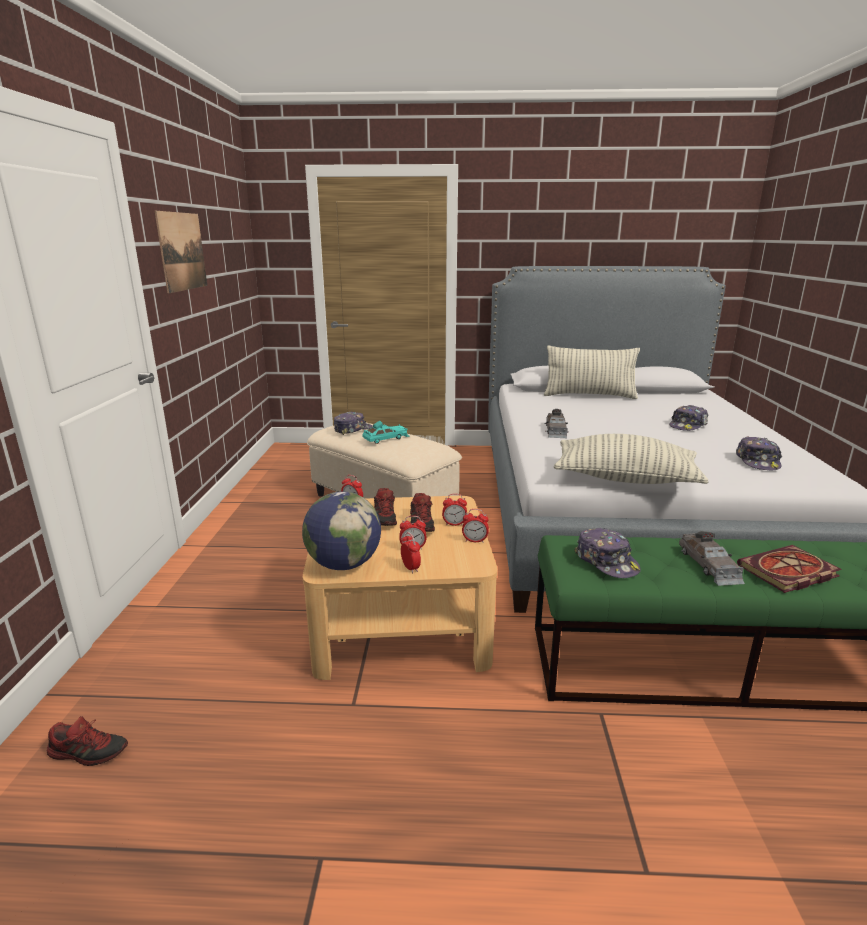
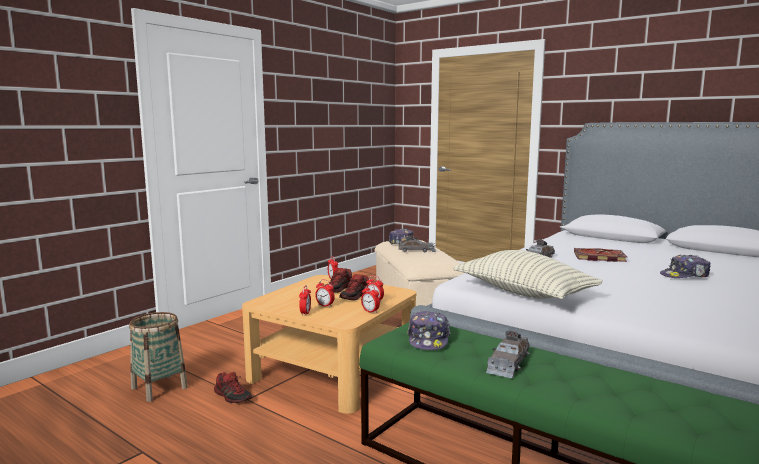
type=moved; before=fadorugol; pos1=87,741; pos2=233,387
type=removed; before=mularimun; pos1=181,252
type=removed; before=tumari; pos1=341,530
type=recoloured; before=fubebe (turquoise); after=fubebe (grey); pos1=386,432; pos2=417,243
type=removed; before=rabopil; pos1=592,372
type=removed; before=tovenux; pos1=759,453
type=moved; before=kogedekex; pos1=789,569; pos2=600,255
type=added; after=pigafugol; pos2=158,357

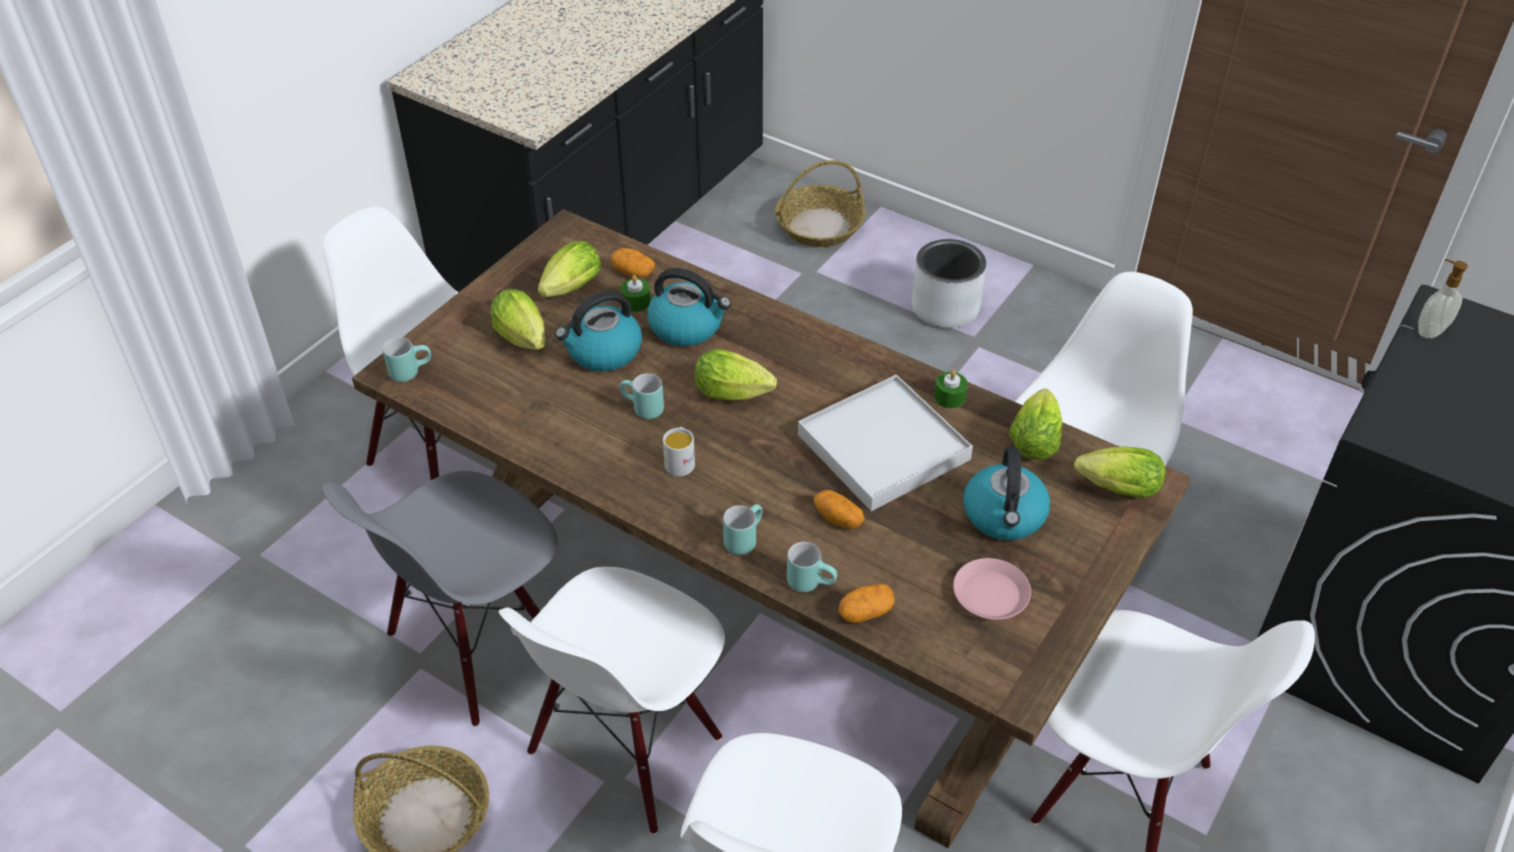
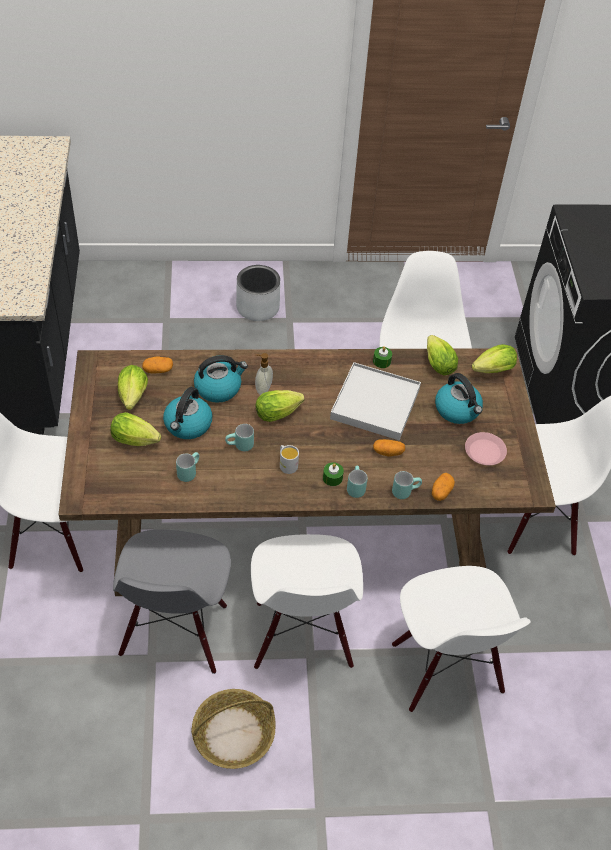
type=moved; before=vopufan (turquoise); pos1=407,359; pos2=187,467
type=moved; before=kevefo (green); pos1=636,293; pos2=333,474
type=removed; before=pigafugol; pos1=820,203
type=moved; before=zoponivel; pos1=1443,299; pos2=264,374

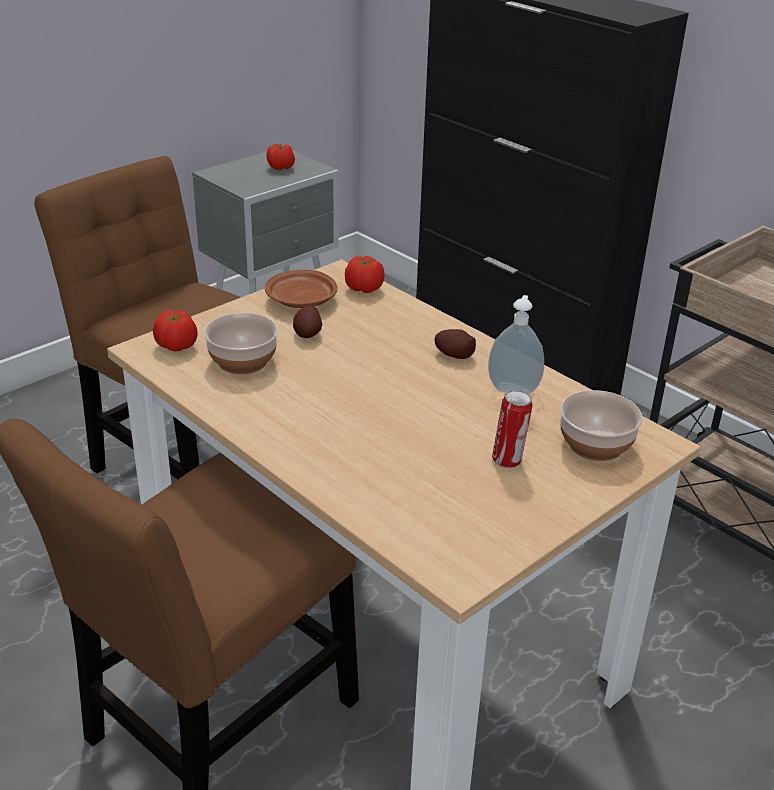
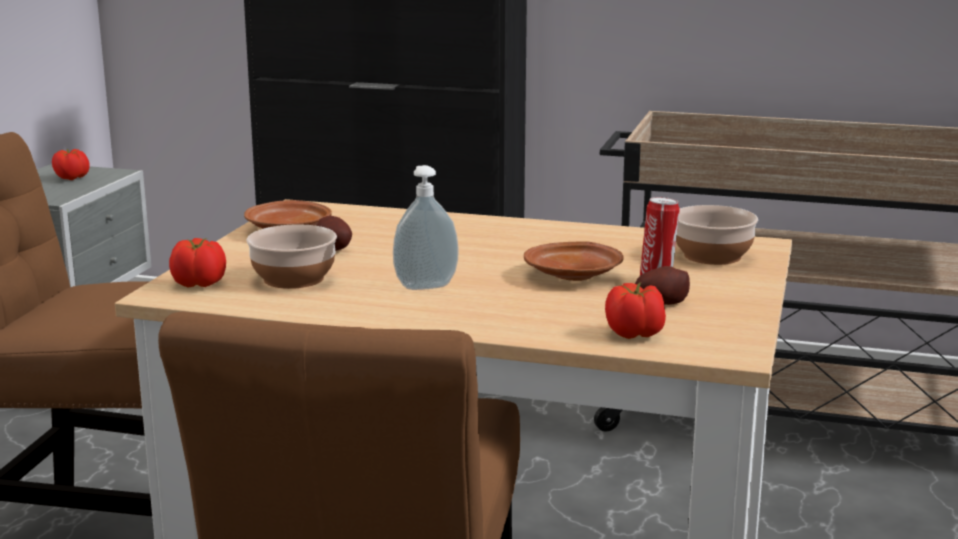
type=moved; before=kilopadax; pos1=365,274; pos2=635,311
type=moved; before=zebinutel; pos1=455,344; pos2=662,285
type=moved; before=zoponivel; pos1=516,344; pos2=426,227
type=added; after=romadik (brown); pos2=574,261

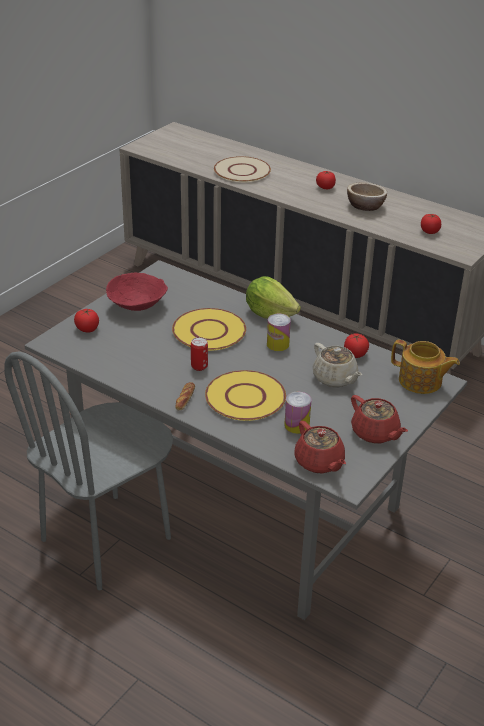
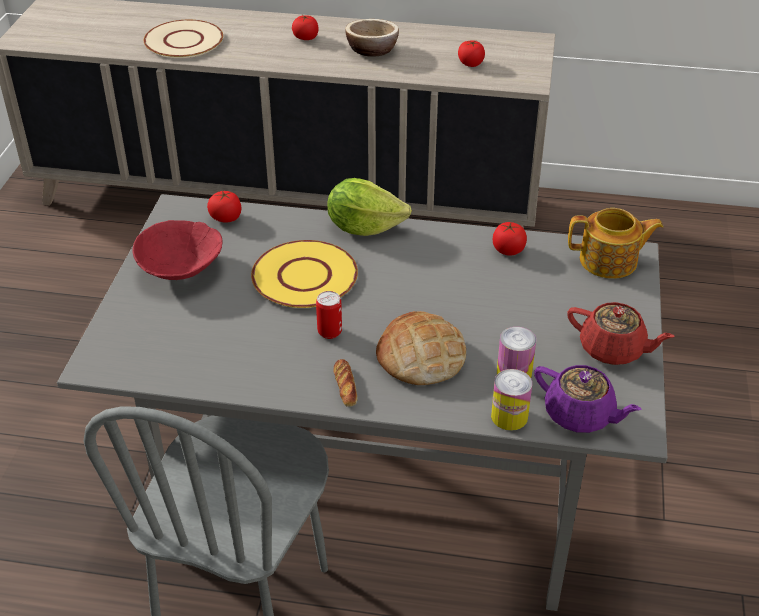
type=moved; before=kilopadax; pos1=86,320; pos2=224,207
type=replaced; before=romadik (yellow); after=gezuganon; pos1=245,395; pos2=421,348
type=moved; before=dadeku; pos1=279,332; pos2=511,400
type=recoloured; before=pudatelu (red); after=pudatelu (purple); pos1=320,447; pos2=588,399
type=removed; before=pudatelu (beige); pos1=337,365

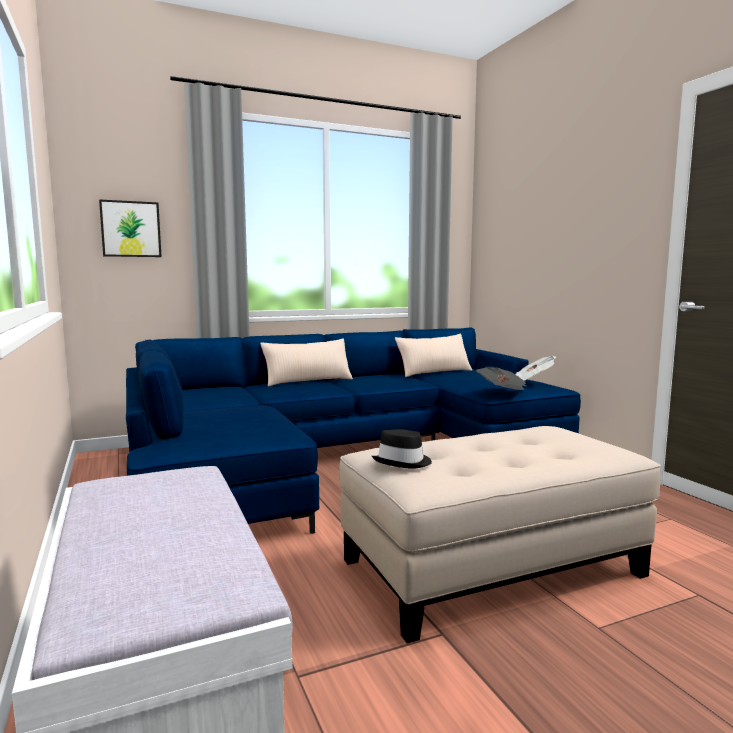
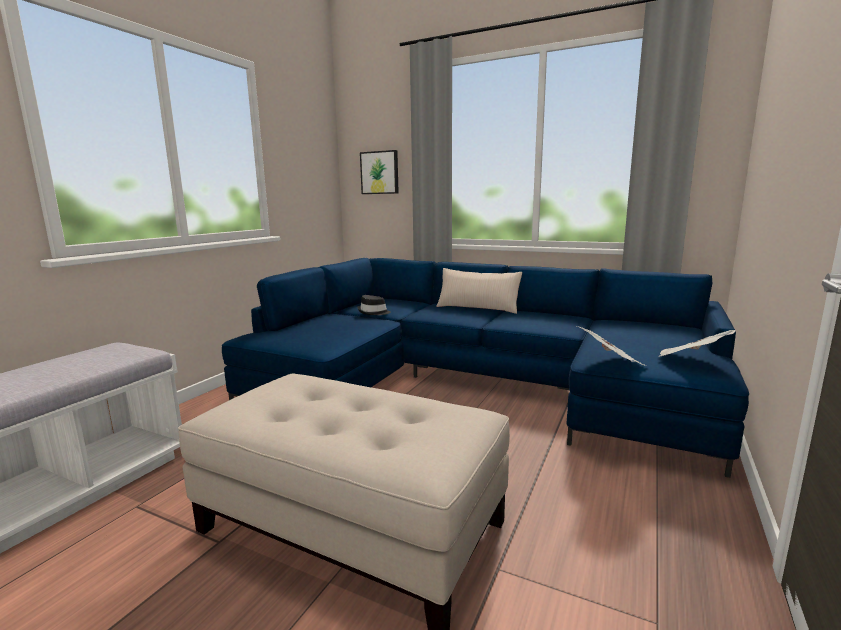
type=moved; before=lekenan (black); pos1=402,449; pos2=374,305
type=removed; before=rabopil (beige); pos1=433,355

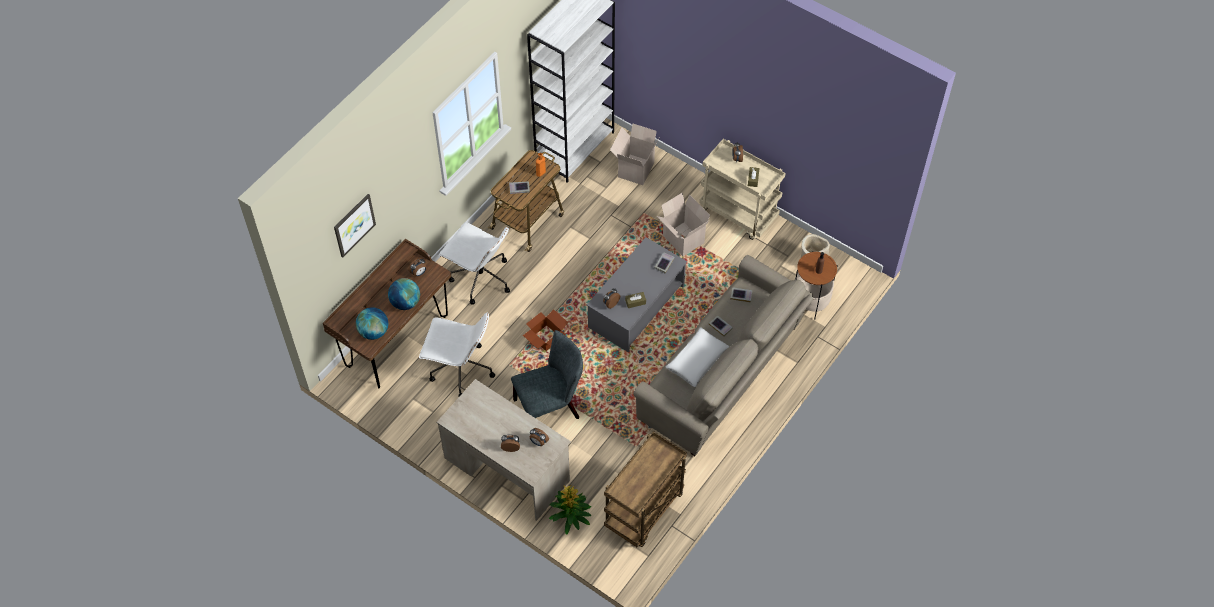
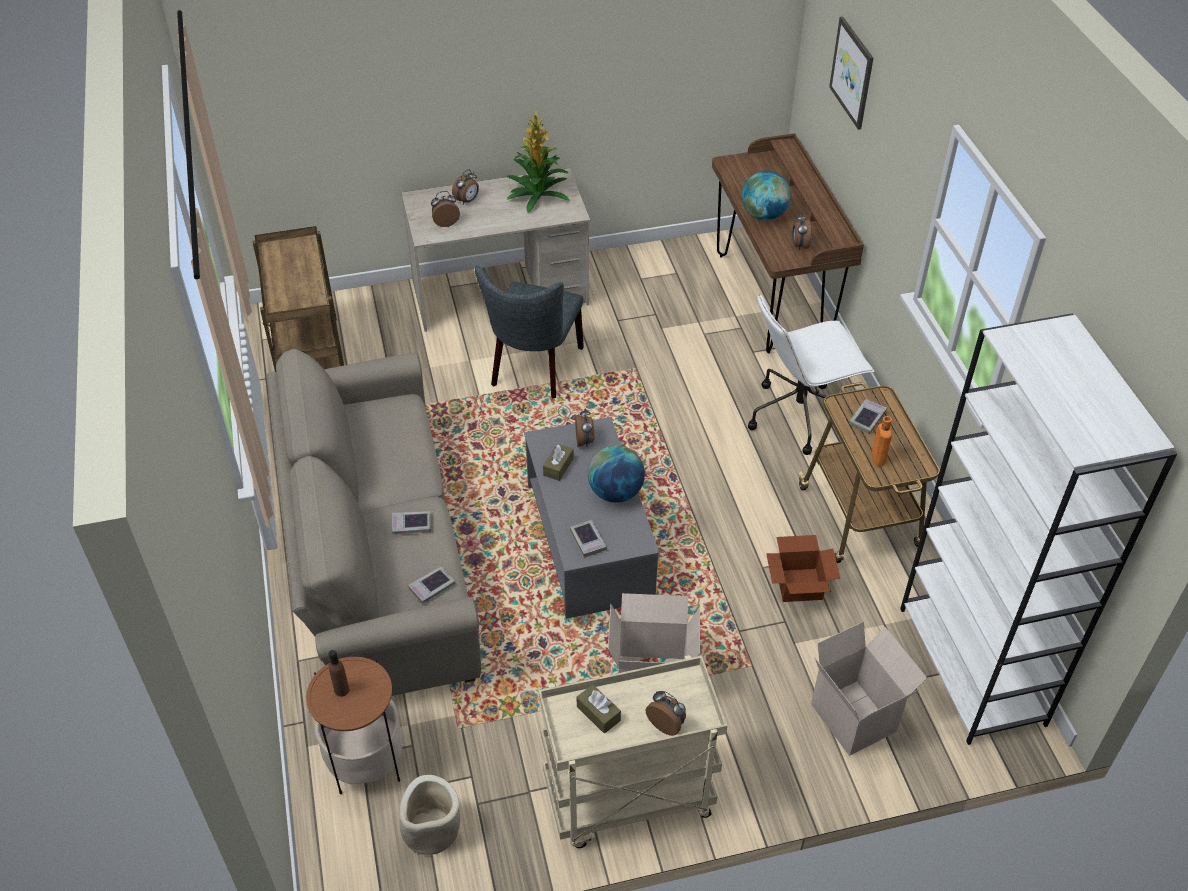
type=moved; before=tumari; pos1=372,323; pos2=616,474
type=removed; before=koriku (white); pos1=457,354
type=moved; before=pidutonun; pos1=545,330; pos2=803,568
type=moved; before=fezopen; pos1=570,510; pos2=538,161
type=removed; before=rabopil (white); pos1=697,357

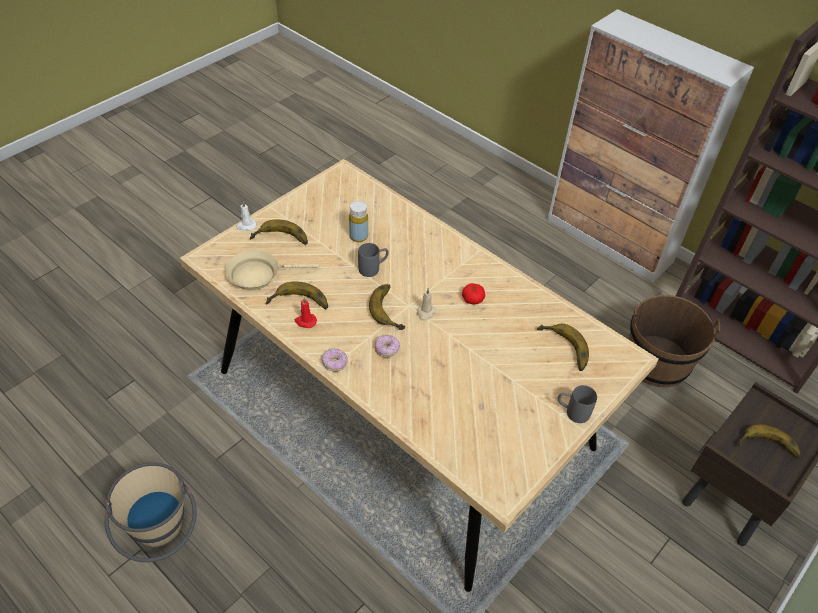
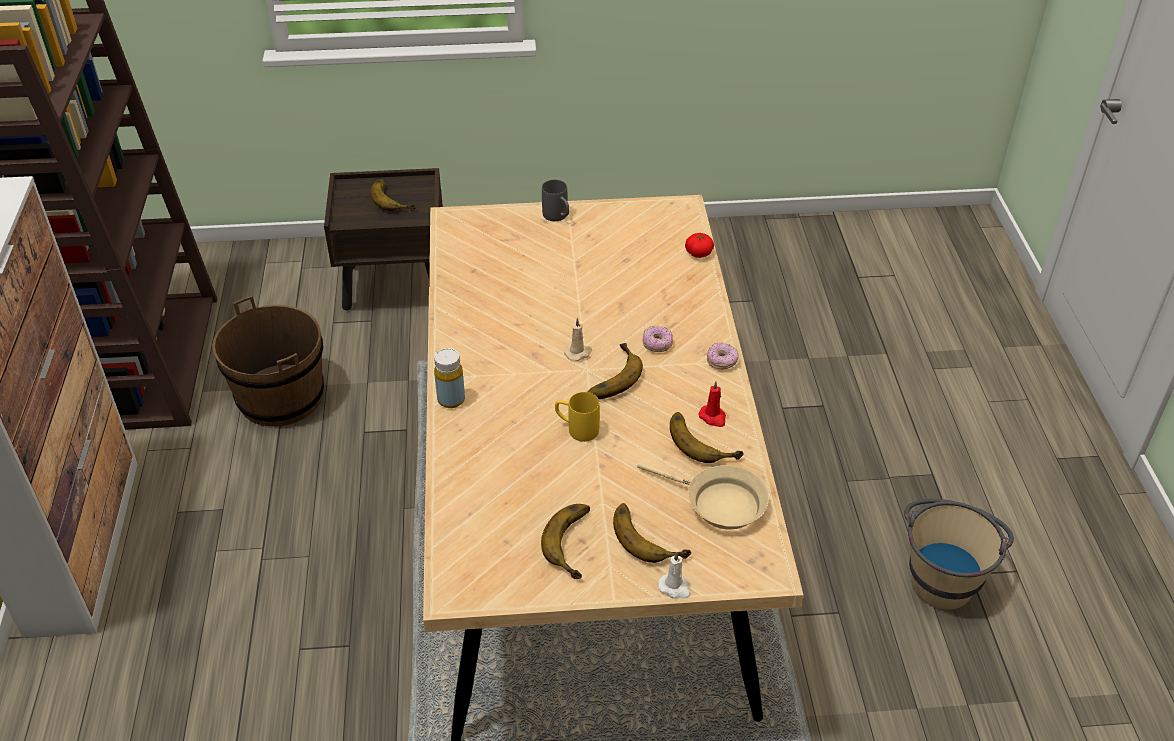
type=moved; before=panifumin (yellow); pos1=358,221; pos2=449,378
type=recoloured; before=vopufan (grey); after=vopufan (yellow); pos1=373,260; pos2=577,417
type=moved; before=kilopadax; pos1=473,294; pos2=699,245
type=moved; before=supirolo; pos1=563,347; pos2=565,541

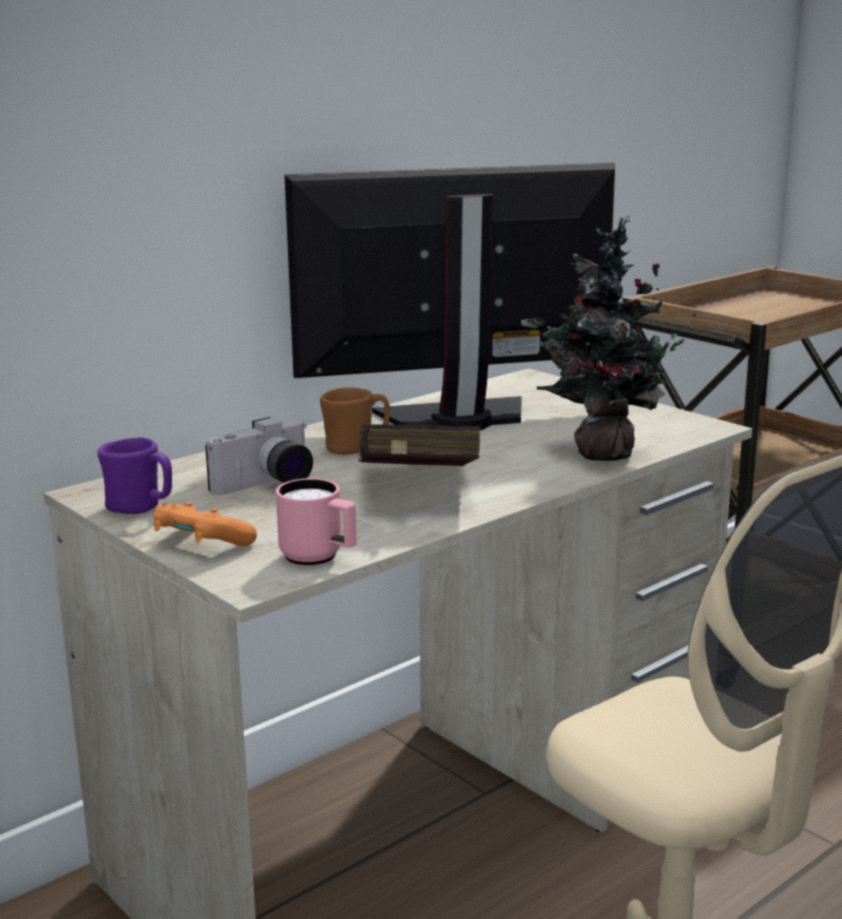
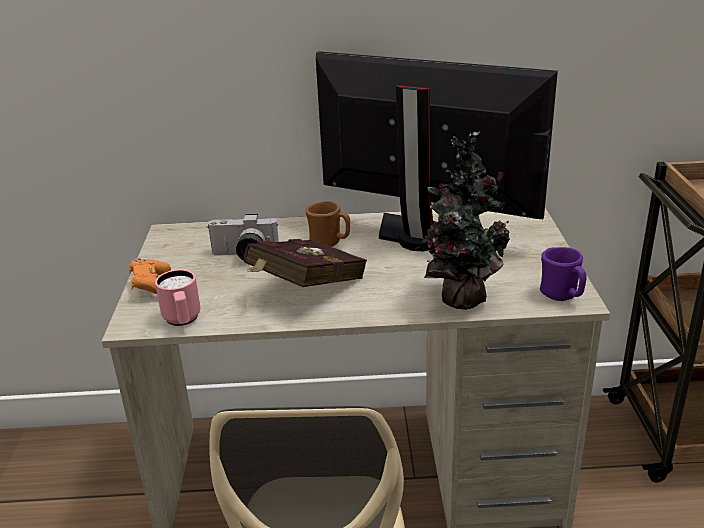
type=moved; before=vopufan (purple); pos1=134,476; pos2=563,274

